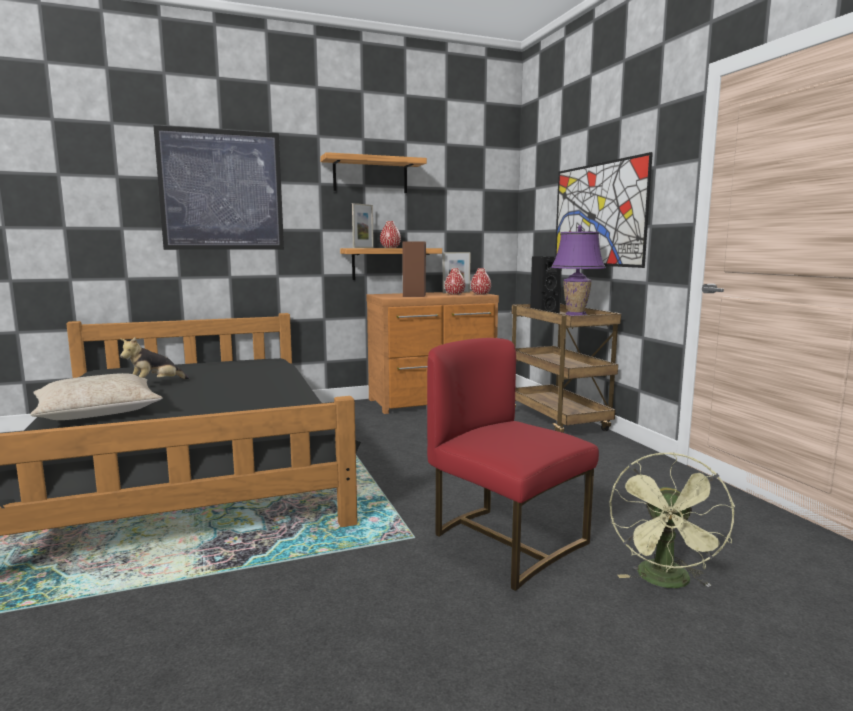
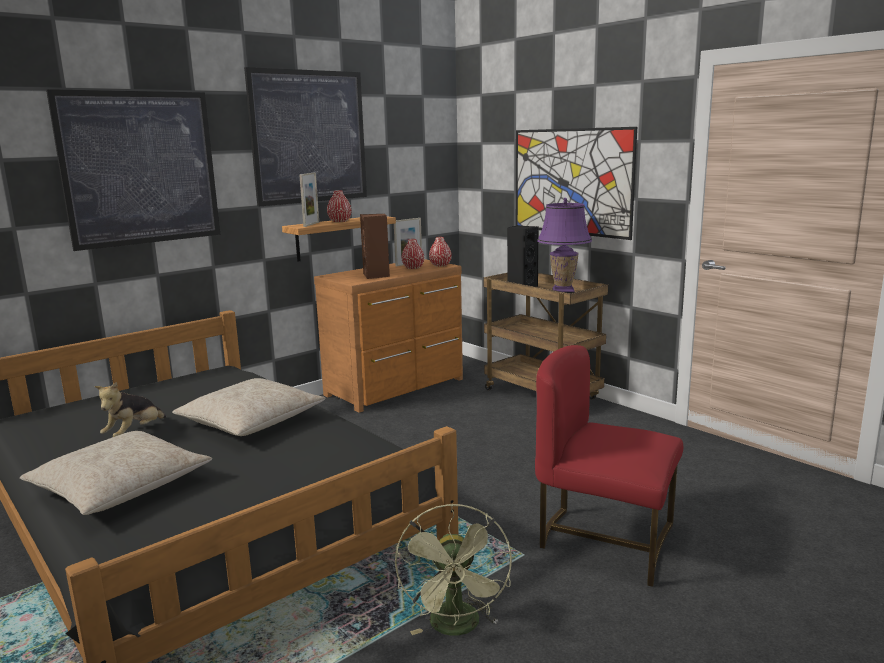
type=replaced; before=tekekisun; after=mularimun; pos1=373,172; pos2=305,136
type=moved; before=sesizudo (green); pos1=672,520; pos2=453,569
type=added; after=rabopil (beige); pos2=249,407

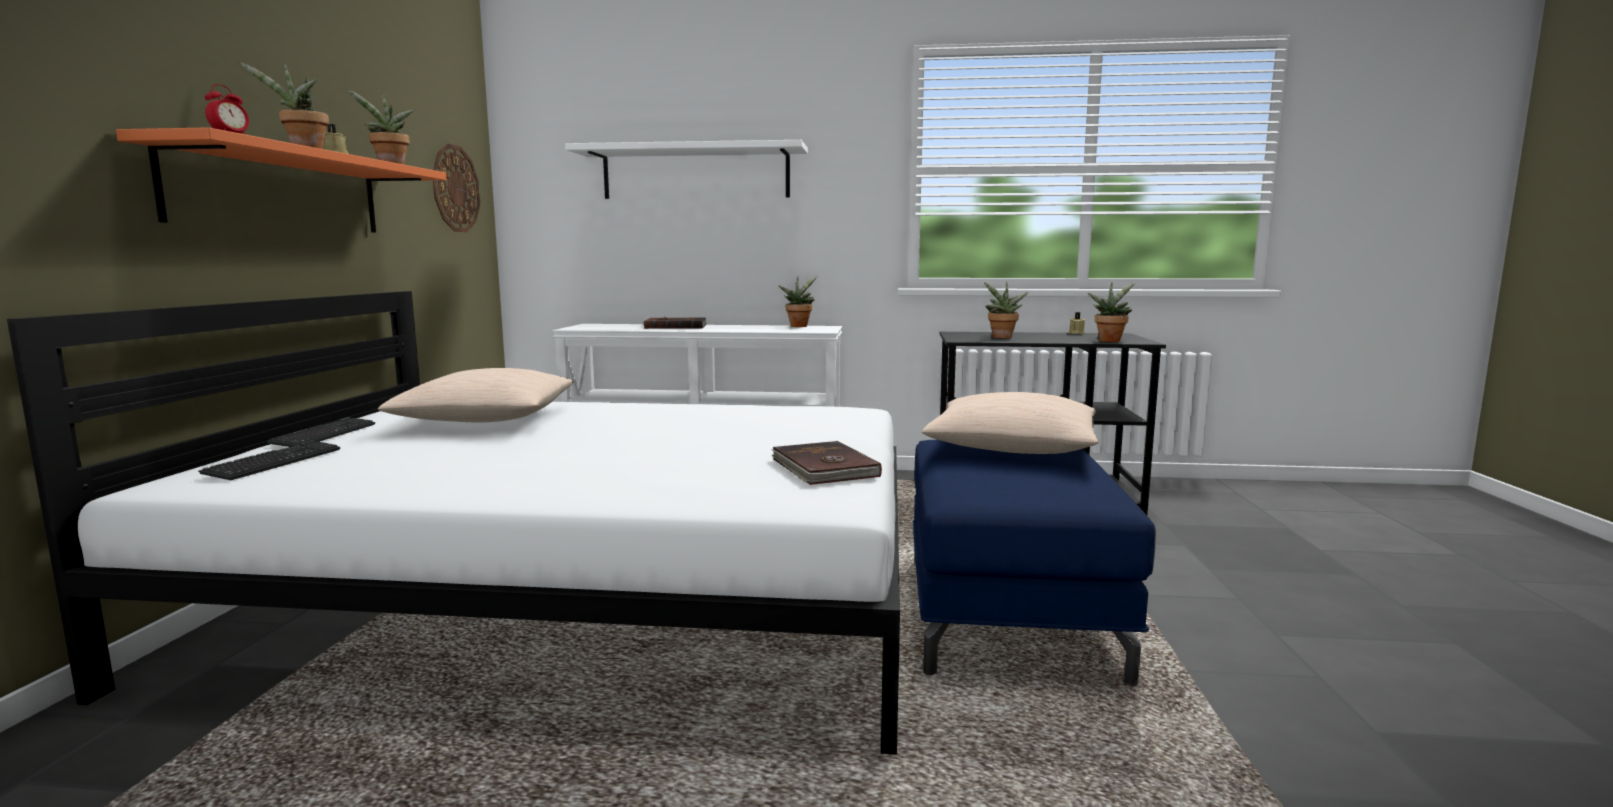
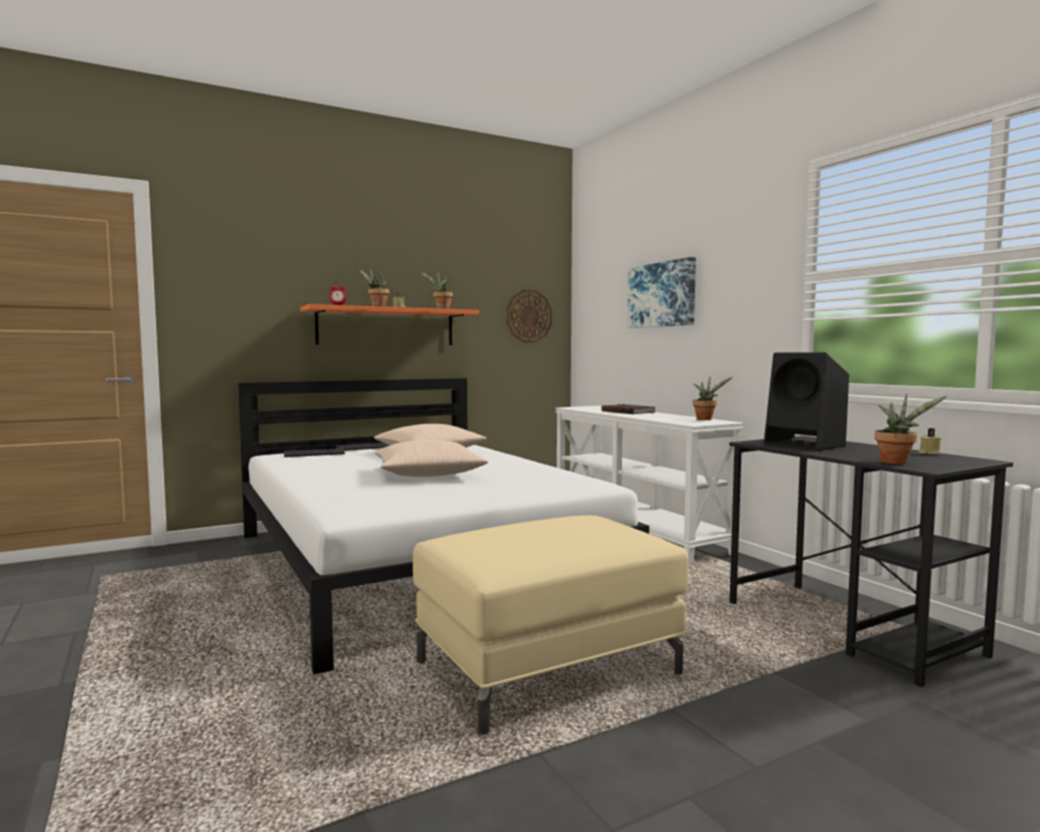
type=replaced; before=tekekisun (white); after=mularimun; pos1=686,169; pos2=661,292
type=removed; before=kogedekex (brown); pos1=827,463
type=recoloured; before=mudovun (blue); after=mudovun (beige); pos1=1034,563; pos2=550,625
type=moved; before=rabopil (beige); pos1=1010,423; pos2=431,458
type=replaced; before=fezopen; after=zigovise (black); pos1=1006,310; pos2=806,401

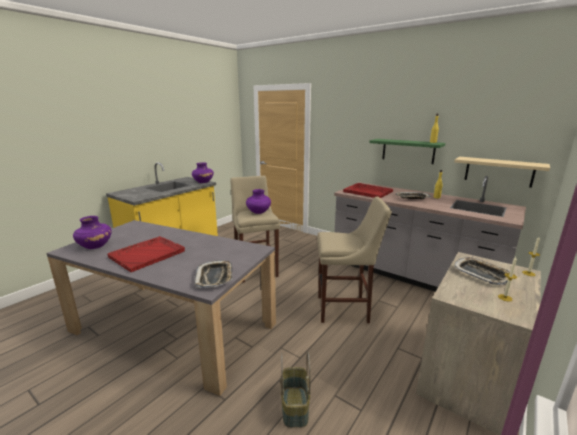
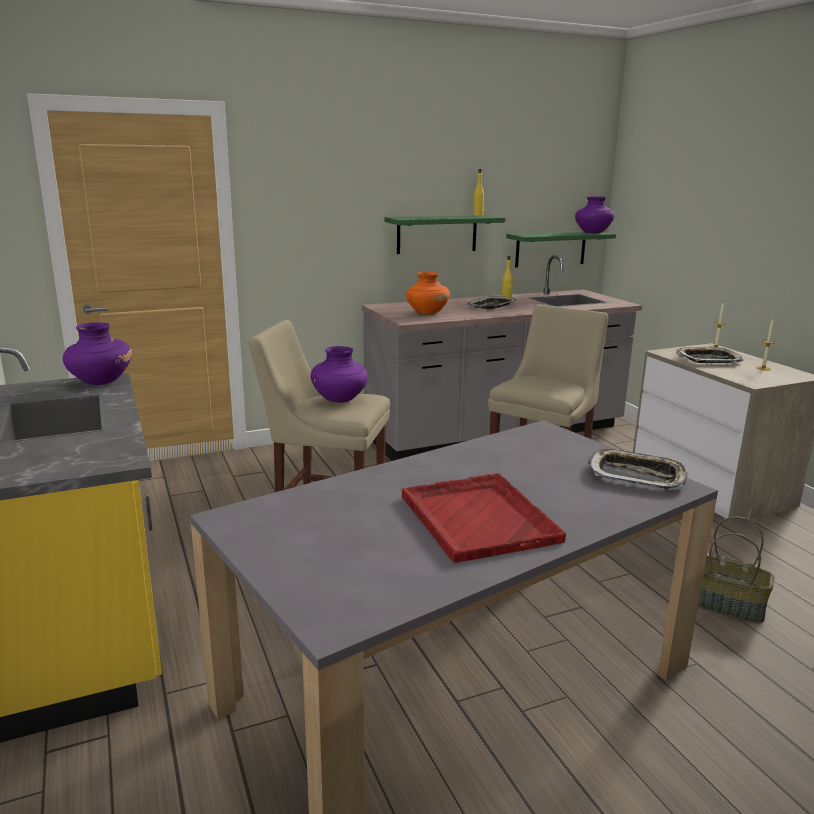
type=moved; before=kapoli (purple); pos1=92,232; pos2=595,214
type=replaced; before=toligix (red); after=kapoli (orange); pos1=368,190; pos2=428,293
type=recoloured; before=tekekisun (beige); after=tekekisun (green); pos1=502,172; pos2=561,249

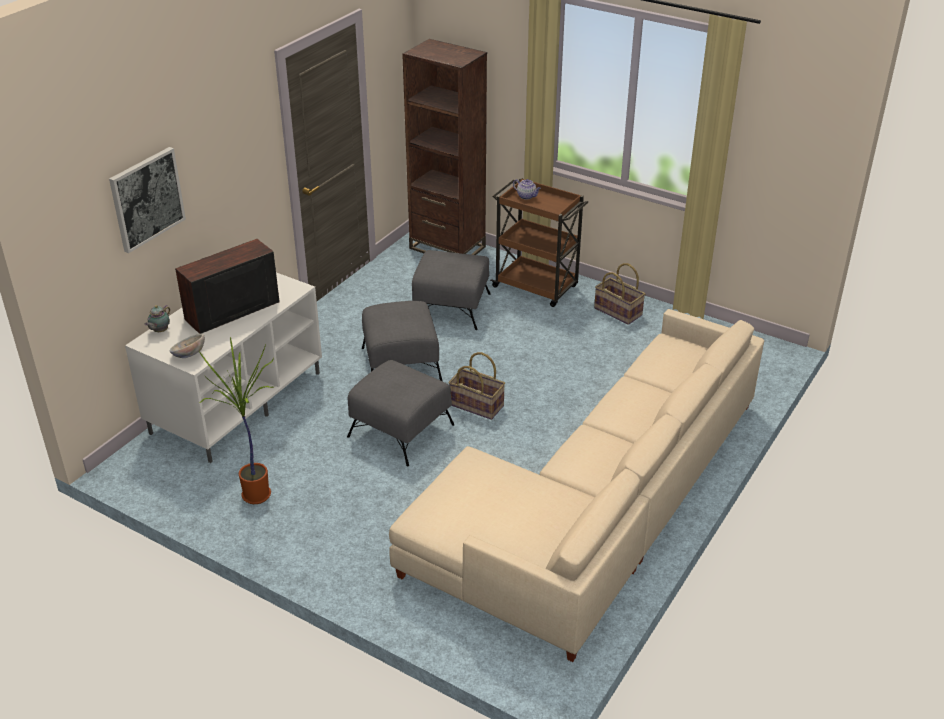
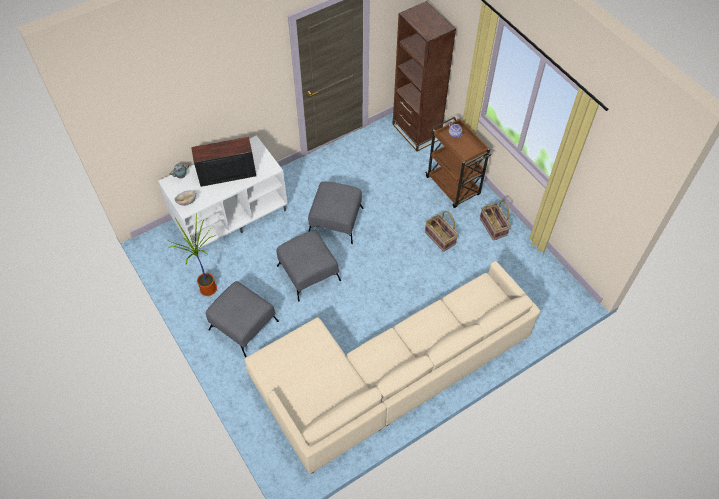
type=removed; before=mularimun; pos1=147,200
type=moved; before=mudovun (grey); pos1=451,290; pos2=242,319
type=moved; before=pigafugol; pos1=476,386; pos2=441,231

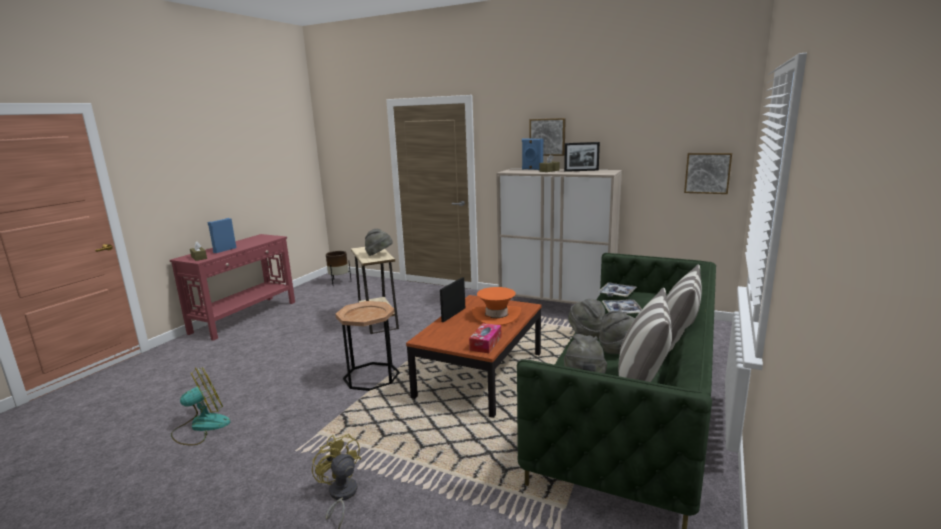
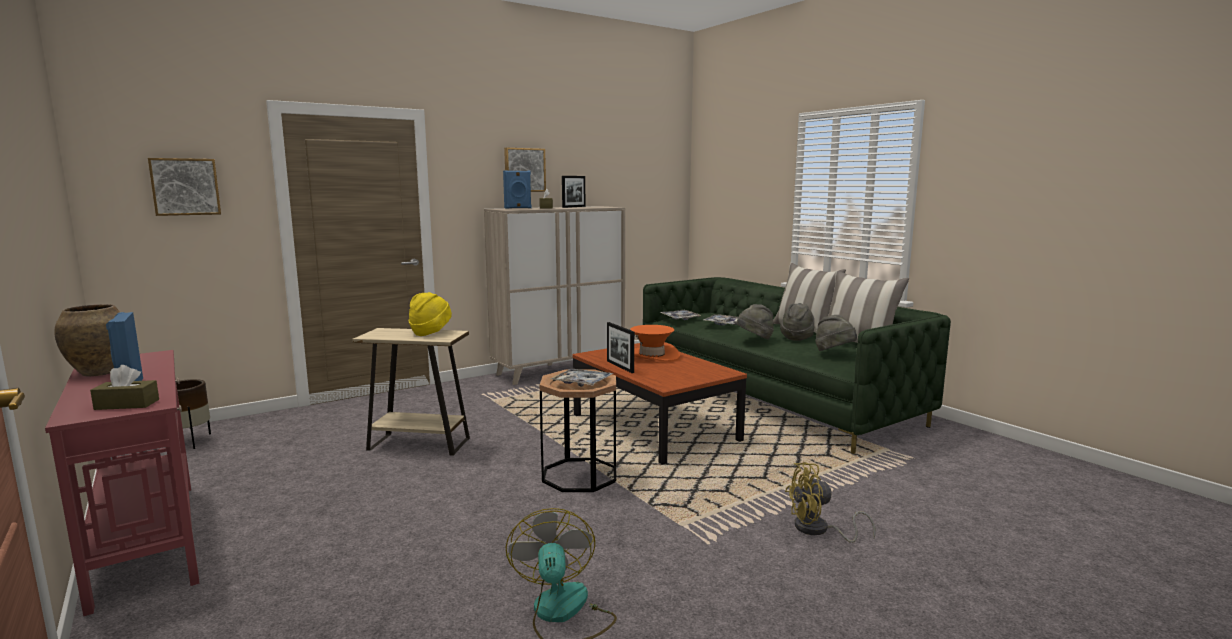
type=recoloured; before=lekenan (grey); after=lekenan (yellow); pos1=379,242; pos2=430,314
type=removed; before=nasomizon; pos1=485,338
type=moved; before=mularimun; pos1=708,173; pos2=184,187
type=added; after=kapoli (brown); pos2=87,340
type=added; after=toligix; pos2=581,378

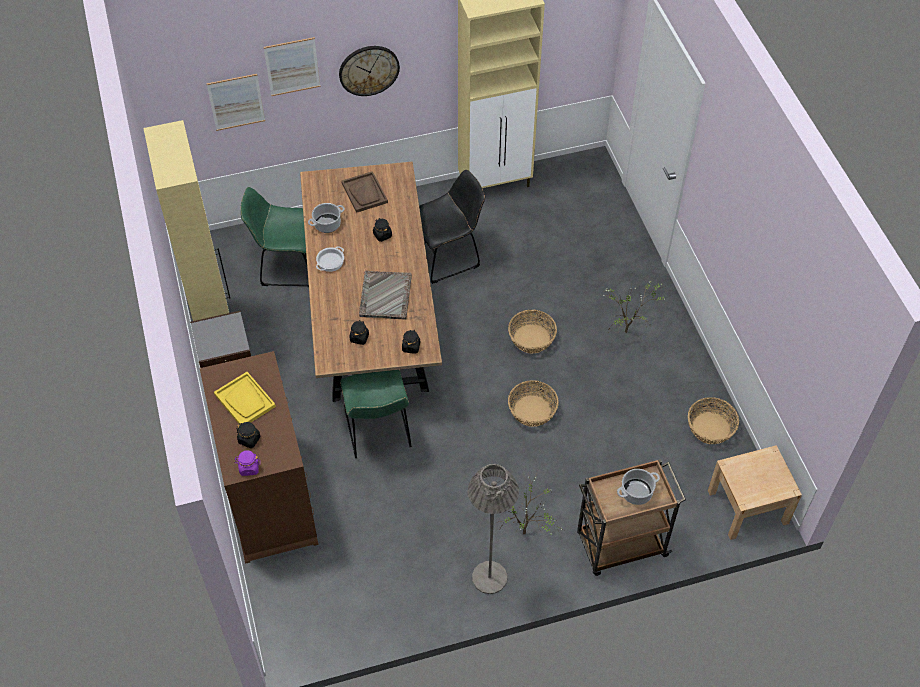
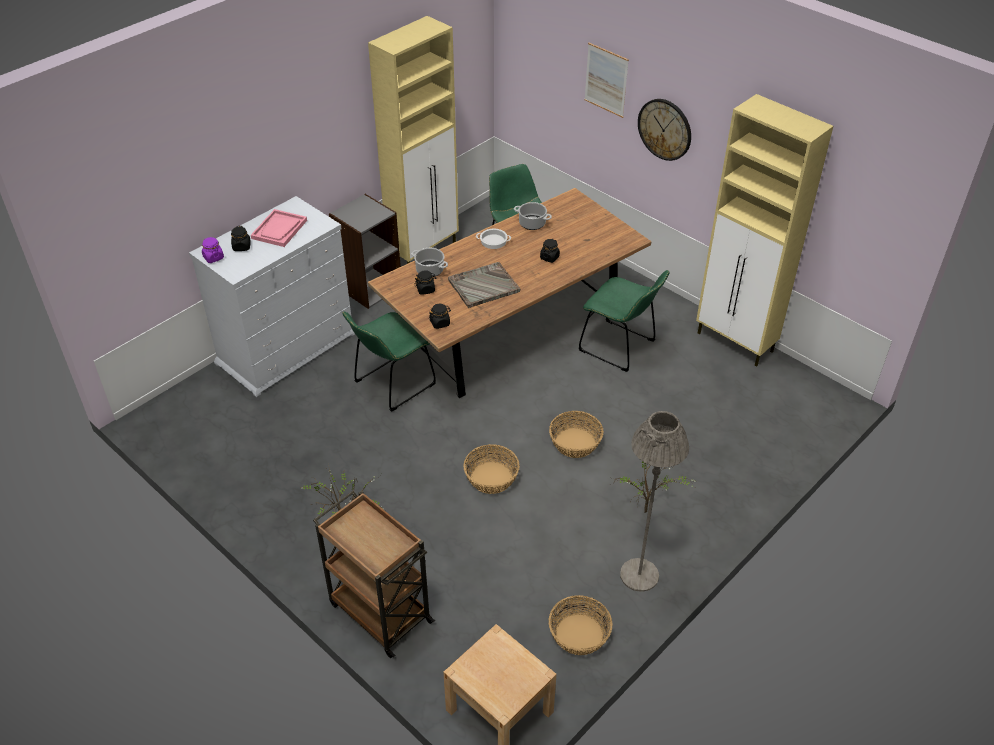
type=recoloured; before=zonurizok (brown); after=zonurizok (white); pos1=259,457; pos2=272,296
type=removed; before=mularimun; pos1=236,102
type=recoloured; before=toligix (yellow); after=toligix (pink); pos1=245,398; pos2=279,228
type=removed; before=toligix (brown); pos1=364,192
type=recoloured; before=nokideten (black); after=nokideten (green); pos1=452,227; pos2=624,321
type=moved; before=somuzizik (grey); pos1=493,529; pos2=654,501
type=moved; before=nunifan; pos1=638,487; pos2=429,262

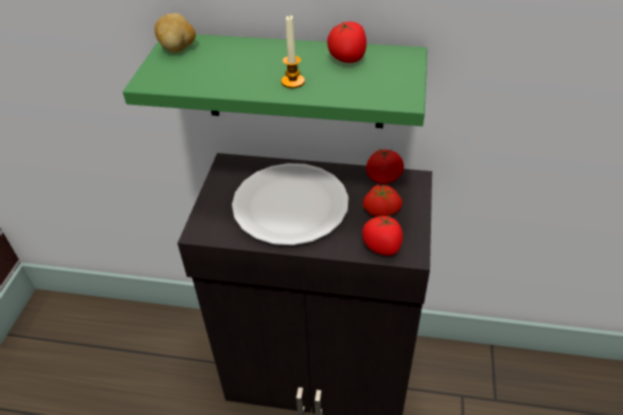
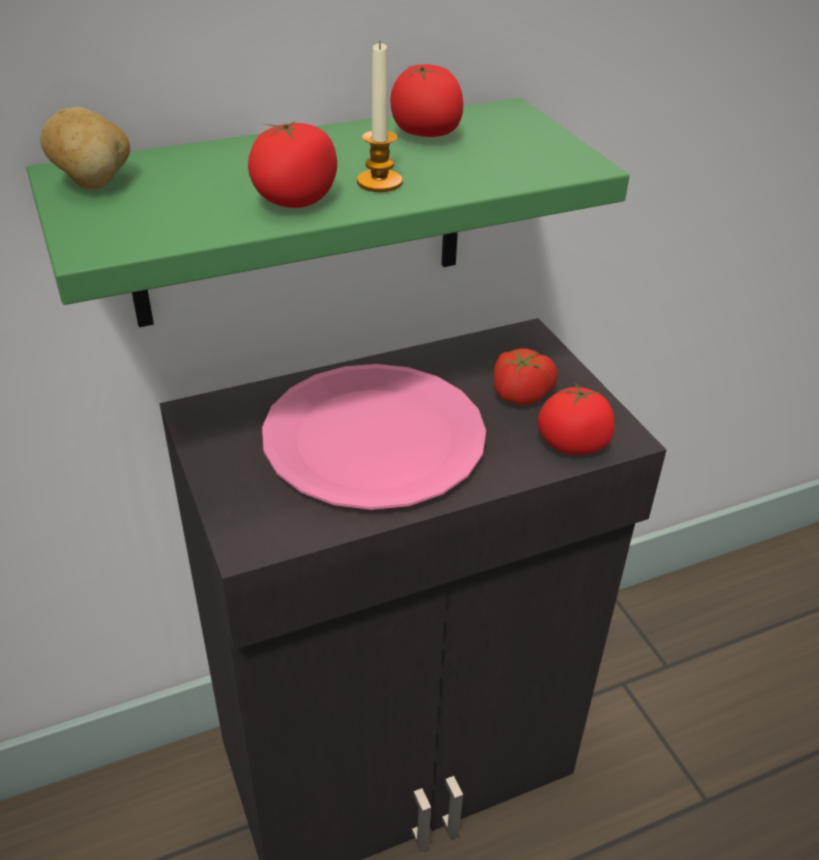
type=recoloured; before=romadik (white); after=romadik (pink); pos1=290,204; pos2=374,437
type=moved; before=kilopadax; pos1=385,166; pos2=292,164

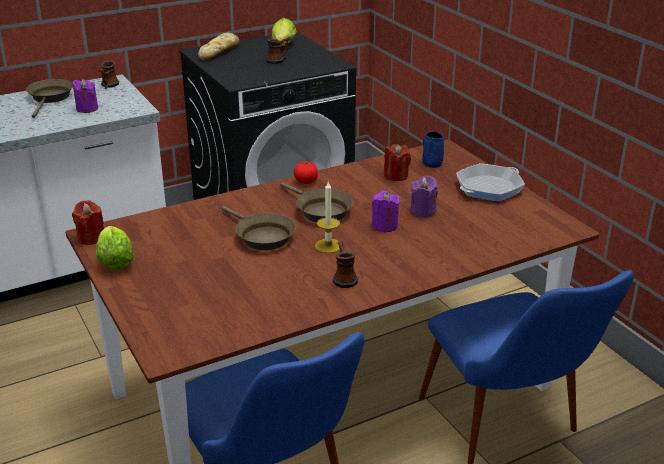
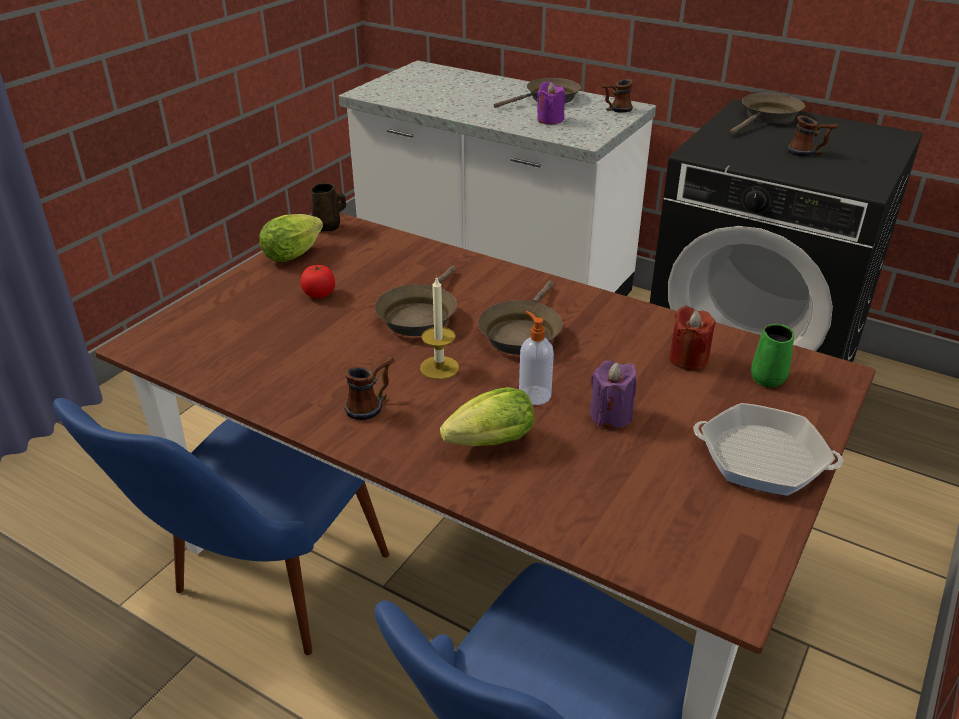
type=replaced; before=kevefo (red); after=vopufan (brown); pos1=88,222; pos2=328,207
type=replaced; before=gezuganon; after=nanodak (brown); pos1=219,47; pos2=767,113
type=moved; before=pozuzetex; pos1=284,32; pos2=487,416
type=moved; before=kilopadax; pos1=306,172; pos2=317,281
type=replaced; before=kevefo (purple); after=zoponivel; pos1=386,211; pos2=536,358
type=recoloured; before=vopufan (blue); after=vopufan (green); pos1=433,149; pos2=772,356

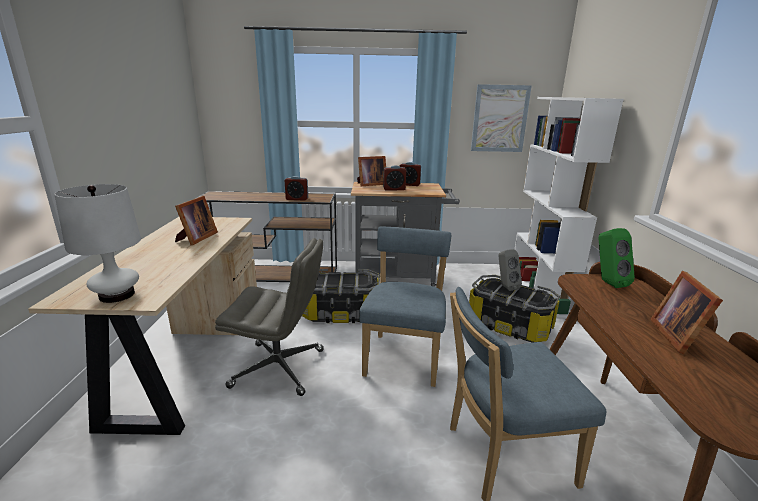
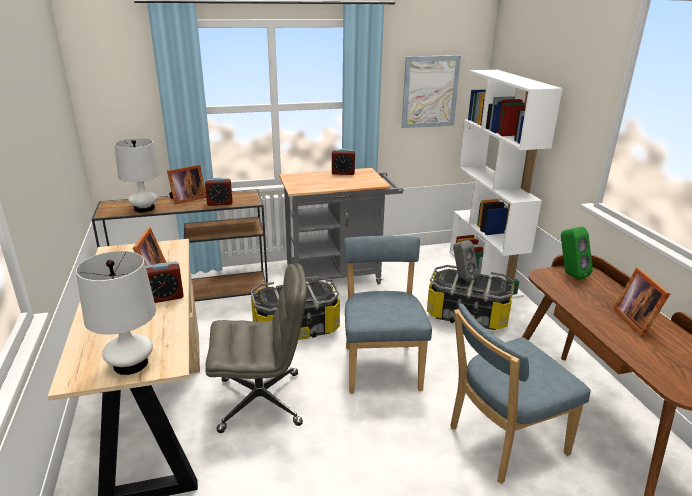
type=moved; before=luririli; pos1=371,171; pos2=186,184
type=moved; before=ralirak; pos1=394,177; pos2=165,282
type=added; after=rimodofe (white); pos2=137,175

